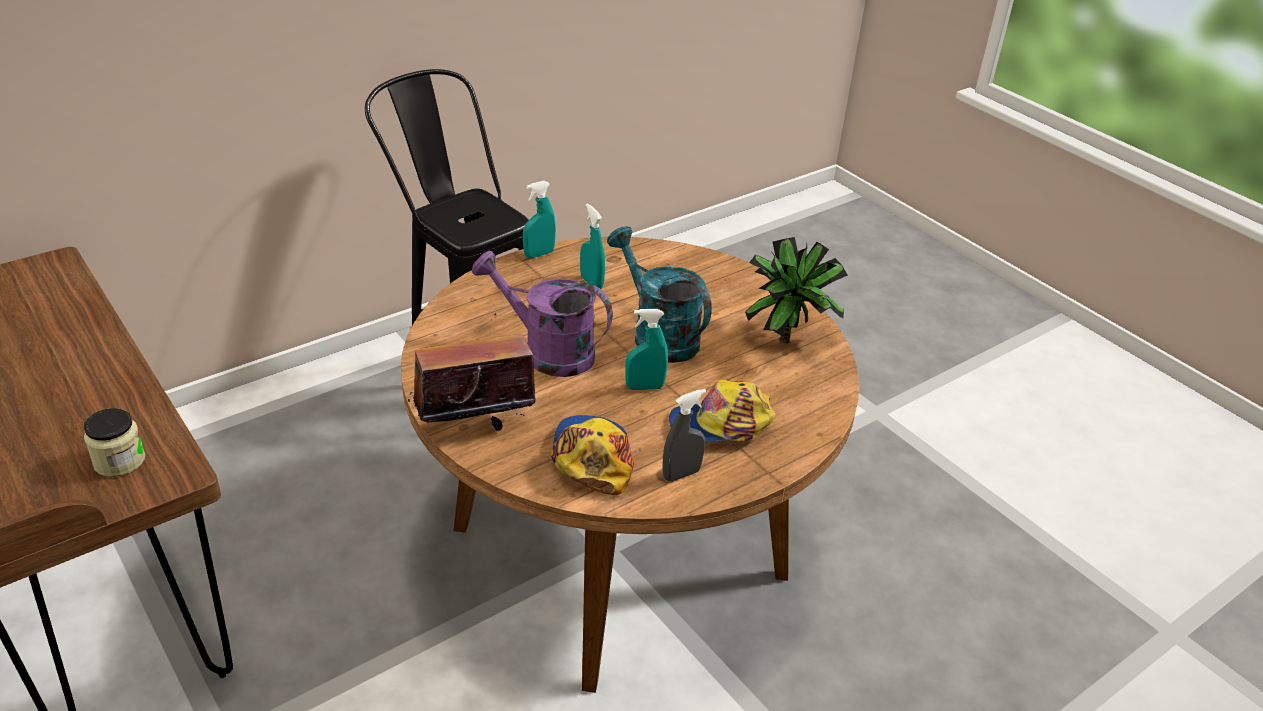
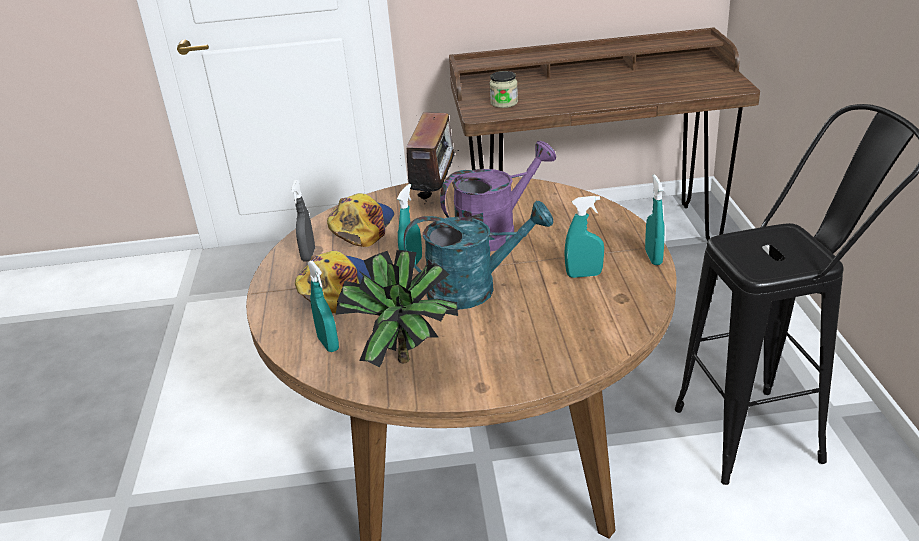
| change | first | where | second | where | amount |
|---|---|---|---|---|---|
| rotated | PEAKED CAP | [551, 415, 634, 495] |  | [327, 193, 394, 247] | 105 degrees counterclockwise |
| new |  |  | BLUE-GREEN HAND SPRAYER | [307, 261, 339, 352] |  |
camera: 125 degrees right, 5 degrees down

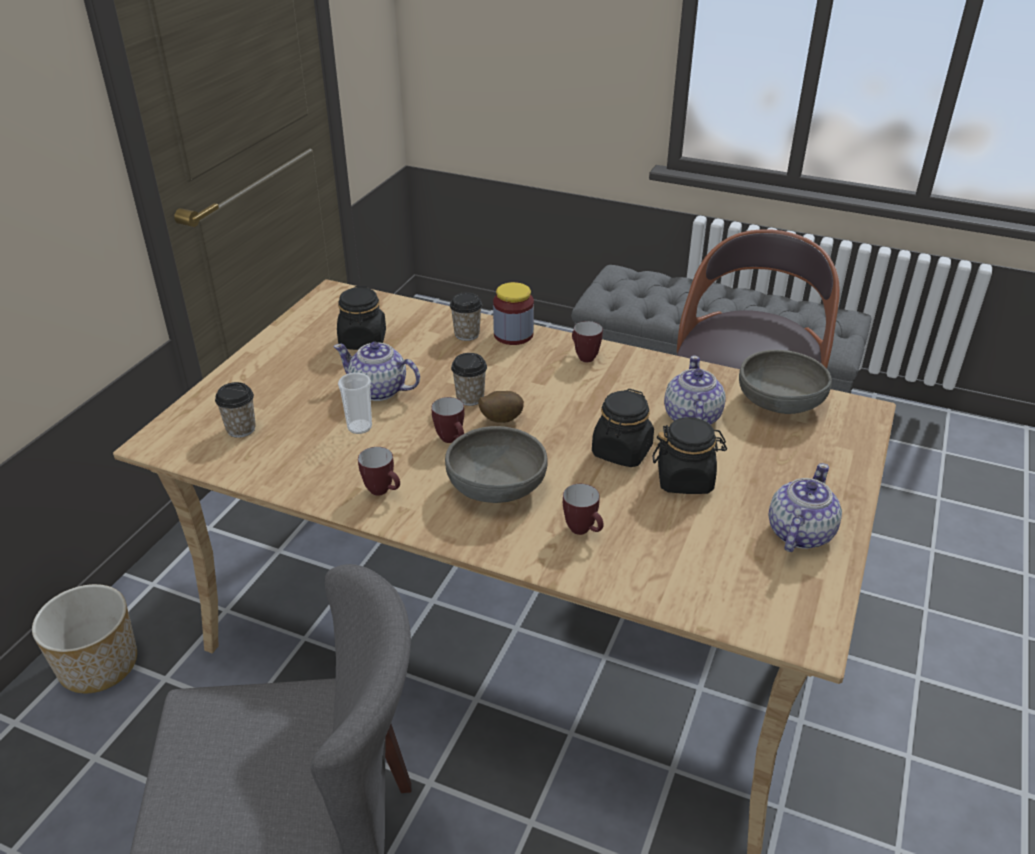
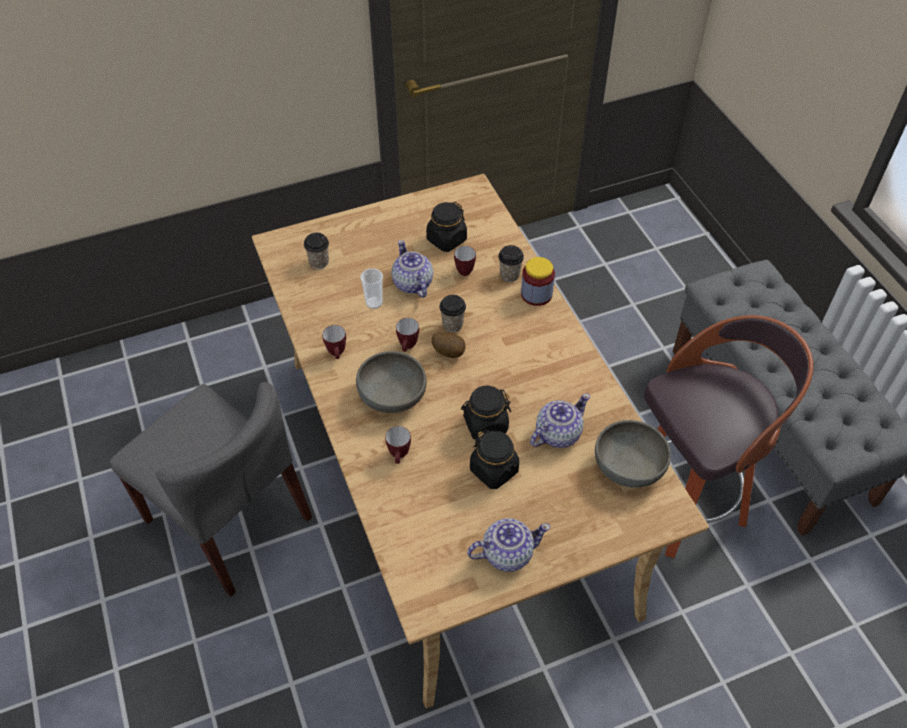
| change | first | where | second | where | amount |
|---|---|---|---|---|---|
| gone | FLOWER POT | [32, 584, 137, 693] |  |  |  |
| shifted | COFFEE MUG | [572, 321, 603, 362] |  | [454, 246, 476, 276] |  |
camera: 45 degrees right, 15 degrees up

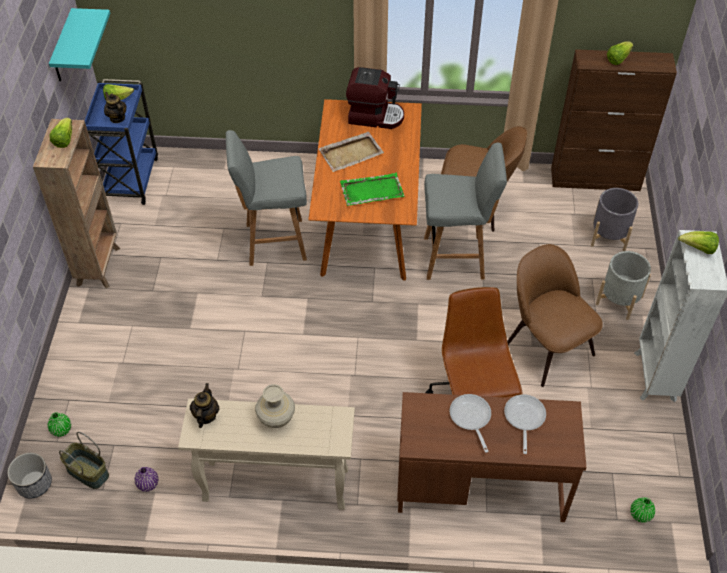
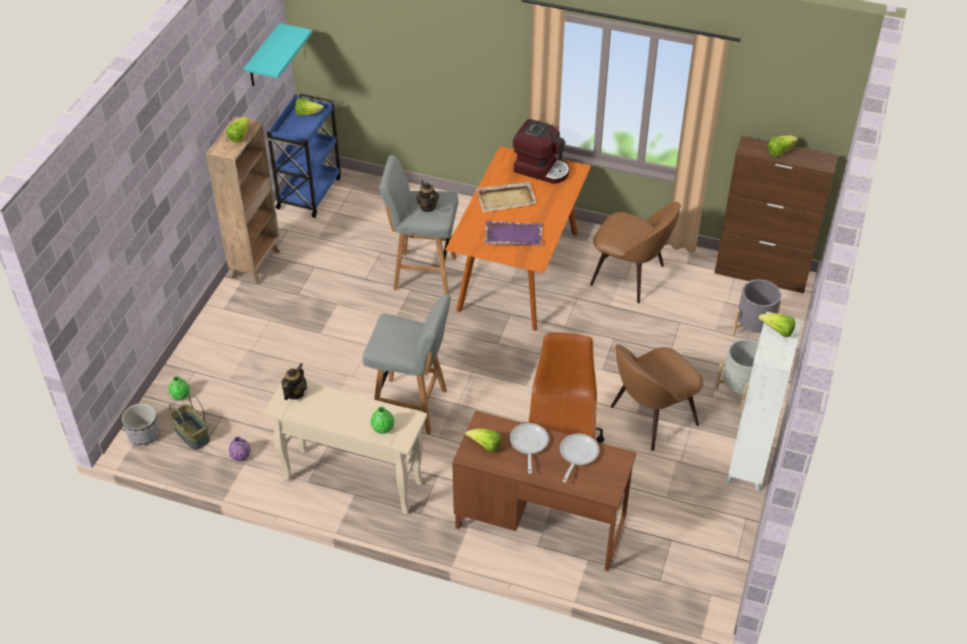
| change | first | where | second | where | amount |
|---|---|---|---|---|---|
| shifted | TEAPOT | [104, 92, 126, 123] |  | [416, 180, 439, 212] |  |
| gone | BEIGE-COLOURED DECORATIVE VASE | [255, 384, 295, 428] |  |  |  |
| repainted | GREENISH TRAY | [340, 172, 405, 206] | PURPLE TRAY | [484, 221, 543, 246] |  |
| shifted | GREYISH STOOL | [424, 143, 507, 280] |  | [363, 294, 451, 435] |  |
| rotated | BROWNISH CHAIR | [507, 244, 603, 387] |  | [610, 344, 704, 451] | 105 degrees counterclockwise |
| shifted | GREENISH DECORATIVE VASE | [630, 497, 655, 523] |  | [371, 406, 394, 434] |  |
| new |  |  | HEAD OF LETTUCE | [465, 429, 501, 452] |  |
camera: 15 degrees right, 5 degrees down

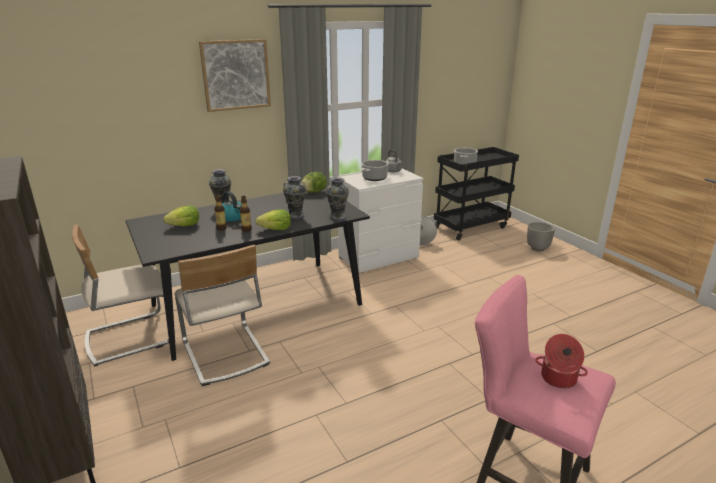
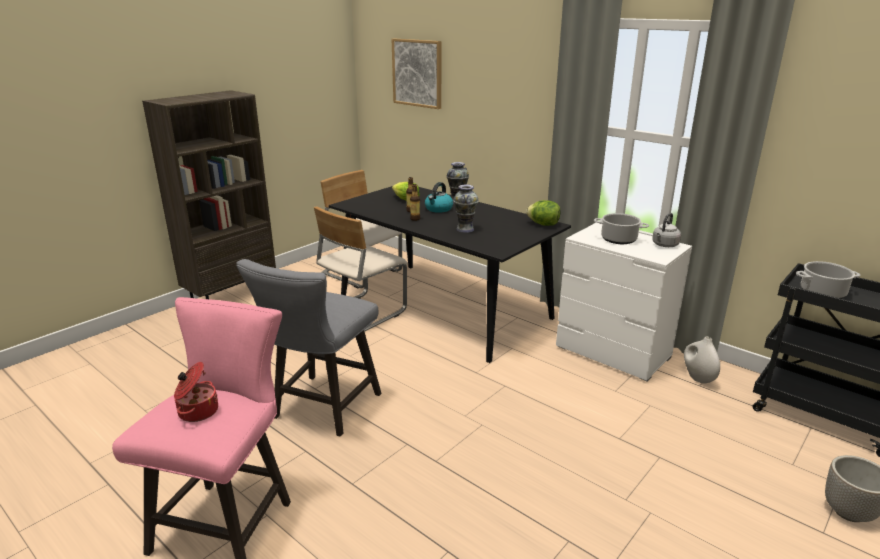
| change | first | where | second | where | amount |
|---|---|---|---|---|---|
| shifted | WALL PICTURE | [199, 39, 271, 112] |  | [392, 38, 441, 109] |  |
| gone | HEAD OF LETTUCE | [255, 209, 291, 230] |  |  |  |
| gone | DECORATIVE VASE | [326, 177, 349, 221] |  |  |  |
| new |  |  | GREYISH STOOL | [236, 259, 381, 437] |  |
camera: 70 degrees right, 0 degrees up

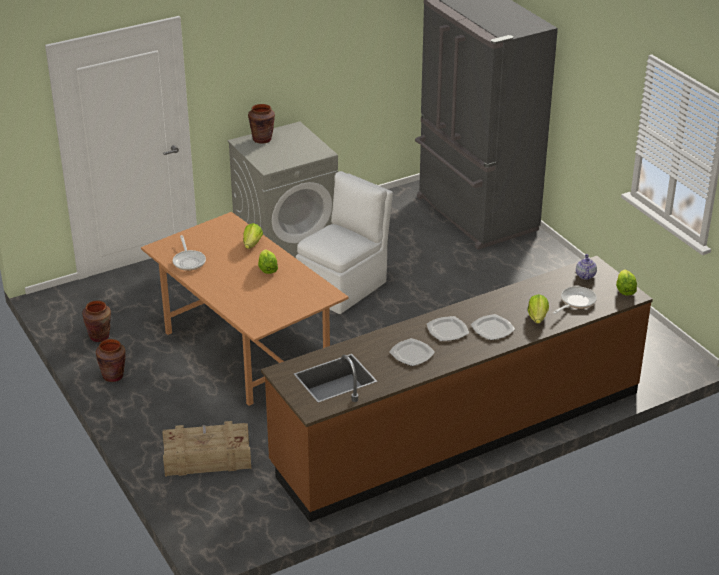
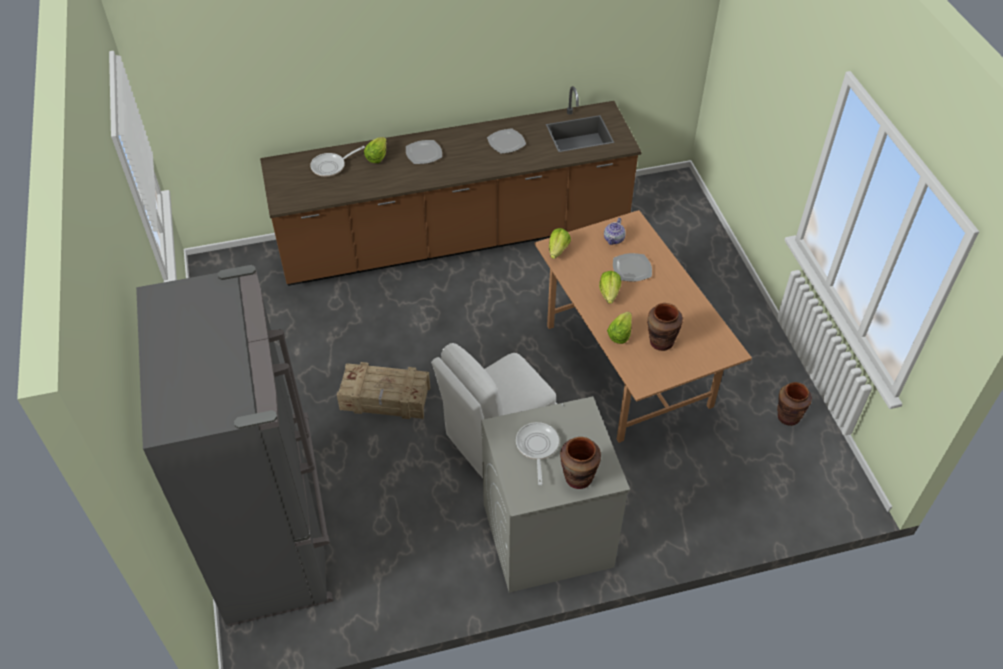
| change | first | where | second | where | amount |
|---|---|---|---|---|---|
| shifted | BROWNISH DECORATIVE VASE | [96, 339, 126, 382] |  | [647, 303, 683, 351] |  |
| shifted | PACKING CRATE | [162, 421, 251, 477] |  | [337, 362, 430, 419] |  |
| shifted | SKILLET | [173, 235, 206, 271] |  | [516, 422, 559, 485] |  |
| shifted | PLATE | [427, 316, 469, 341] |  | [613, 253, 652, 282] |  |
| shifted | TEAPOT | [576, 254, 597, 280] |  | [604, 218, 626, 245] |  |
| shifted | HEAD OF LETTUCE | [616, 269, 637, 296] |  | [549, 228, 571, 259] |  |
camera: 165 degrees left, 15 degrees up

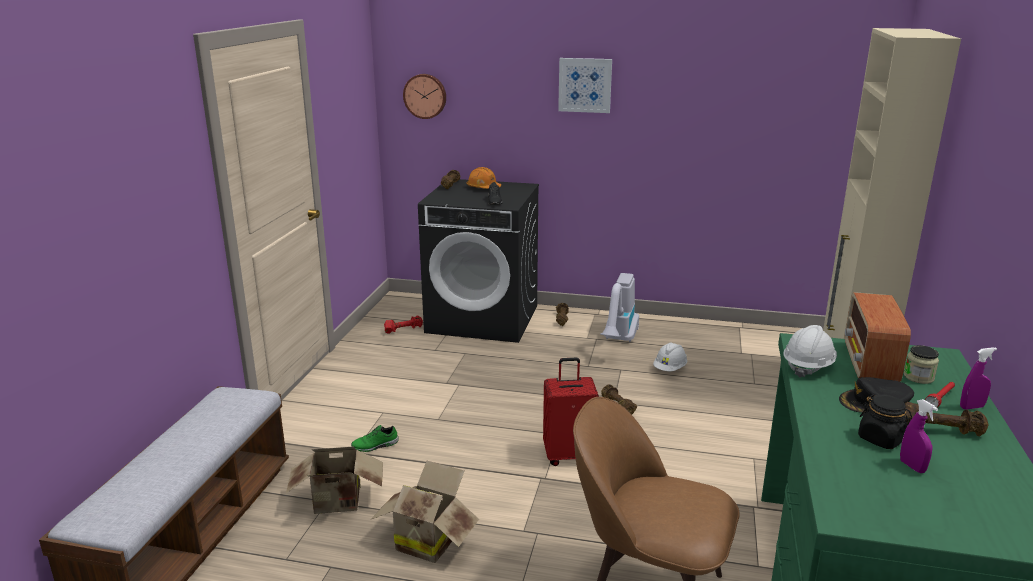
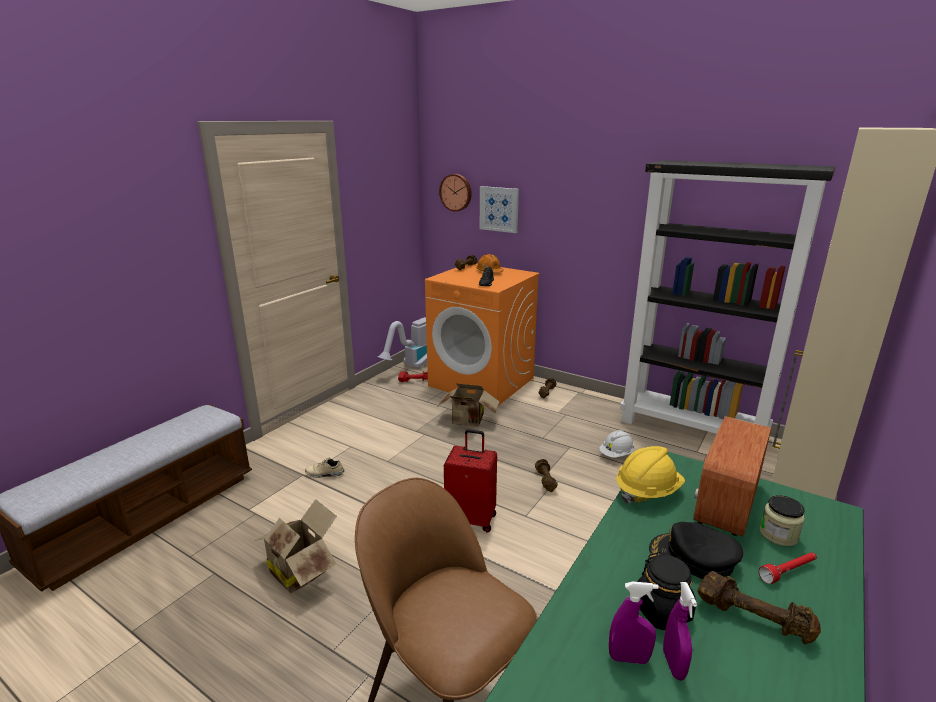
| change | first | where | second | where | amount |
|---|---|---|---|---|---|
| shifted | CARTON | [286, 447, 383, 514] |  | [437, 383, 500, 427] |  |
| repainted | GREENISH SHOE | [351, 425, 399, 452] | BEIGE-COLOURED SHOE | [305, 458, 344, 478] |  |
| repainted | BLACK WASHING MACHINE | [418, 179, 539, 343] | ORANGE-COLOURED WASHING MACHINE | [425, 263, 540, 406] |  |
| shifted | WALL PICTURE | [558, 58, 612, 113] |  | [480, 186, 519, 233] |  |
| shifted | VACUUM | [600, 273, 639, 342] |  | [377, 317, 427, 369] |  |
| repainted | WHITE SAFETY HELMET | [783, 325, 837, 378] | YELLOW-COLOURED SAFETY HELMET | [616, 446, 685, 504] |  |
| shifted | PURPLE HAND SPRAYER | [960, 347, 997, 410] |  | [609, 581, 659, 664] |  |
| new |  |  | BLACK BOOKCASE | [620, 160, 836, 434] |  |
camera: 20 degrees right, 0 degrees up

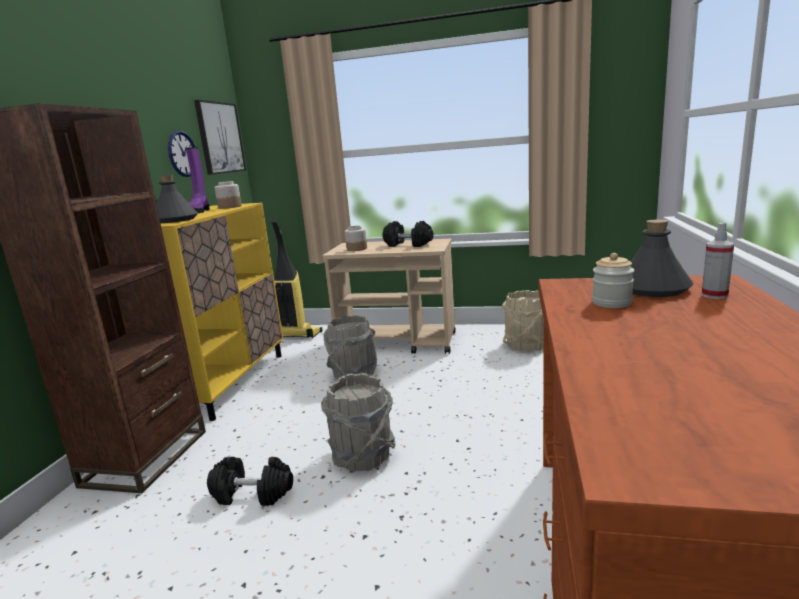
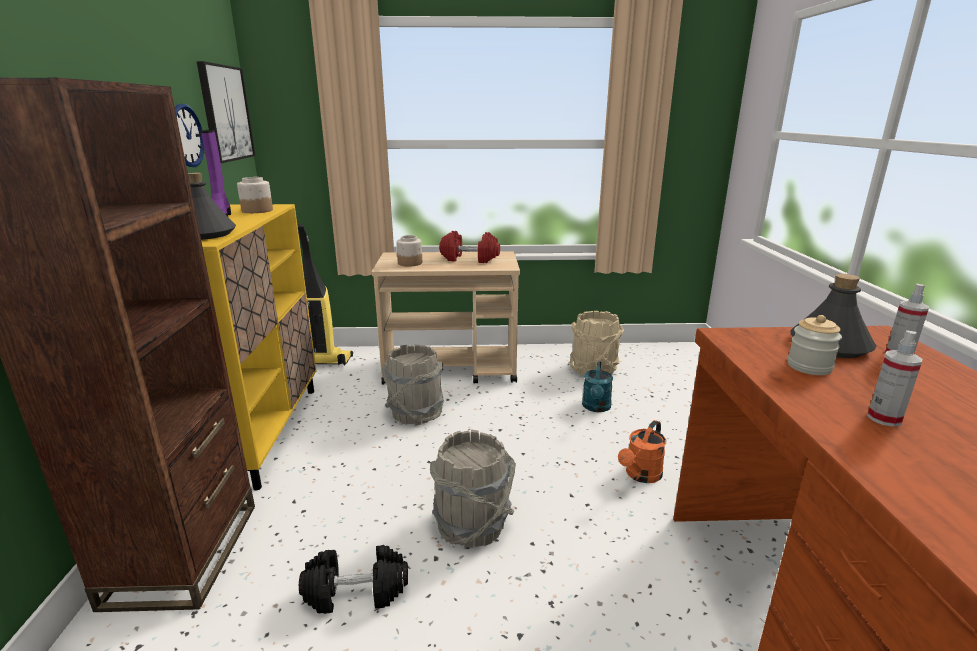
| change | first | where | second | where | amount |
|---|---|---|---|---|---|
| repainted | BLACK DUMBBELL | [383, 221, 434, 247] | REDDISH DUMBBELL | [439, 231, 500, 263] |  |
| new |  |  | BLUE-GREEN WATERING CAN | [582, 362, 613, 412] |  |
| new |  |  | ORANGE-COLOURED WATERING CAN | [618, 420, 666, 483] |  |
| new |  |  | HAND SPRAYER | [867, 330, 922, 427] |  |
camera: 15 degrees left, 5 degrees up

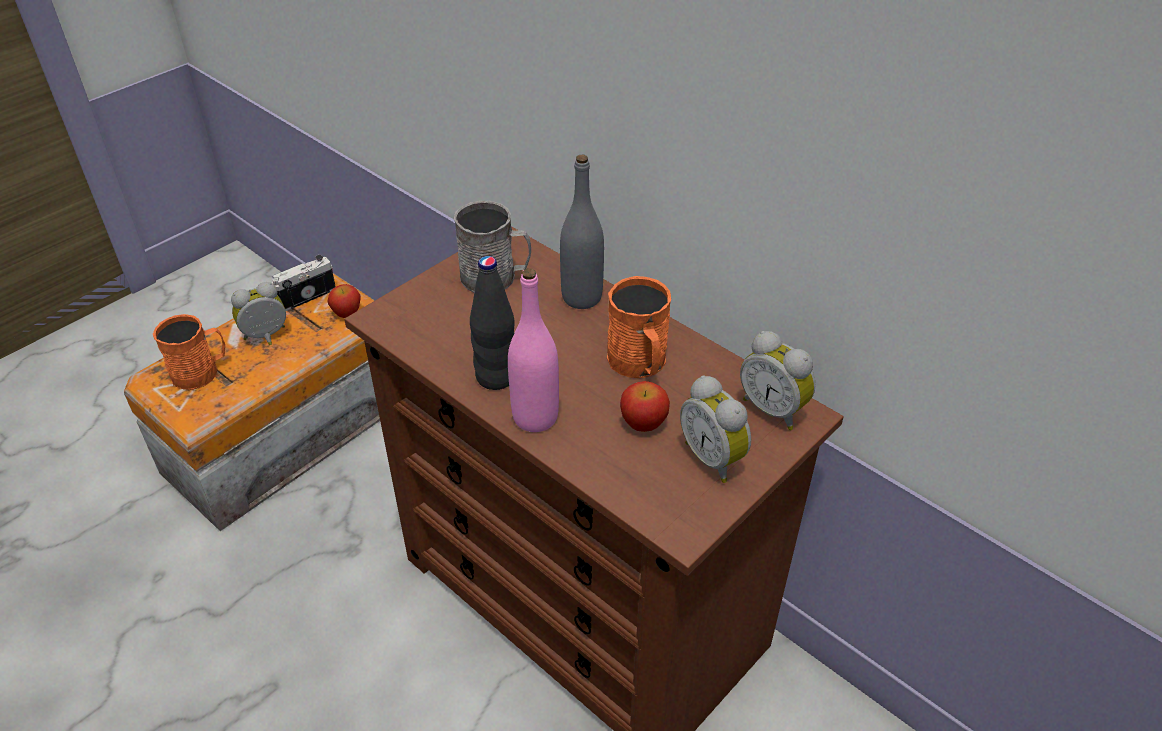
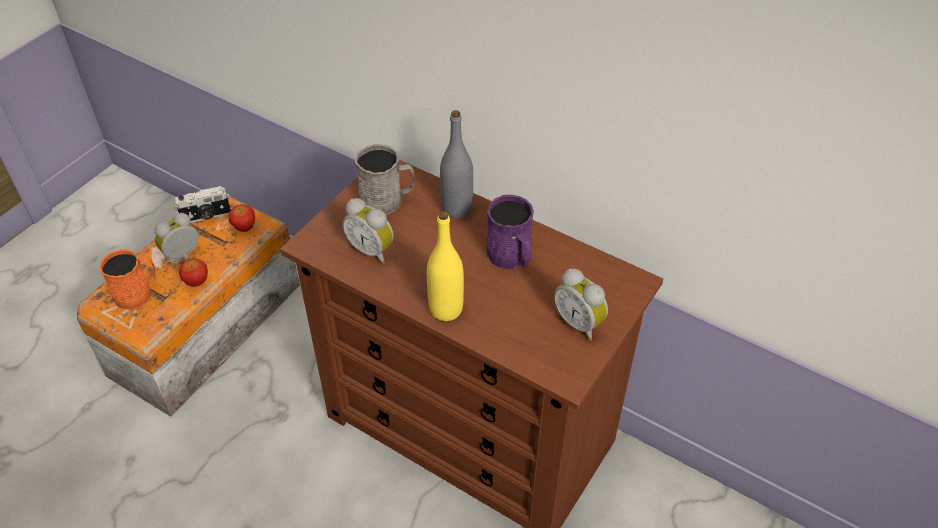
| change | first | where | second | where | amount |
|---|---|---|---|---|---|
| rotated | PHOTO CAMERA | [272, 255, 336, 311] |  | [175, 186, 231, 222] | 150 degrees counterclockwise |
| gone | BLACK DRINK BOTTLE | [470, 256, 514, 390] |  |  |  |
| repainted | PINK DRINK BOTTLE | [508, 268, 559, 432] | YELLOW-COLOURED DRINK BOTTLE | [427, 211, 464, 321] |  |
| repainted | ORANGE-COLOURED COFFEE MUG | [607, 276, 671, 378] | PURPLE COFFEE MUG | [487, 195, 534, 269] |  |
| shifted | APPLE FRUIT | [620, 381, 670, 432] |  | [179, 259, 208, 287] |  |
| shifted | BEDSIDE CLOCK | [740, 331, 815, 430] |  | [343, 198, 394, 264] |  |
camera: 10 degrees left, 5 degrees up

